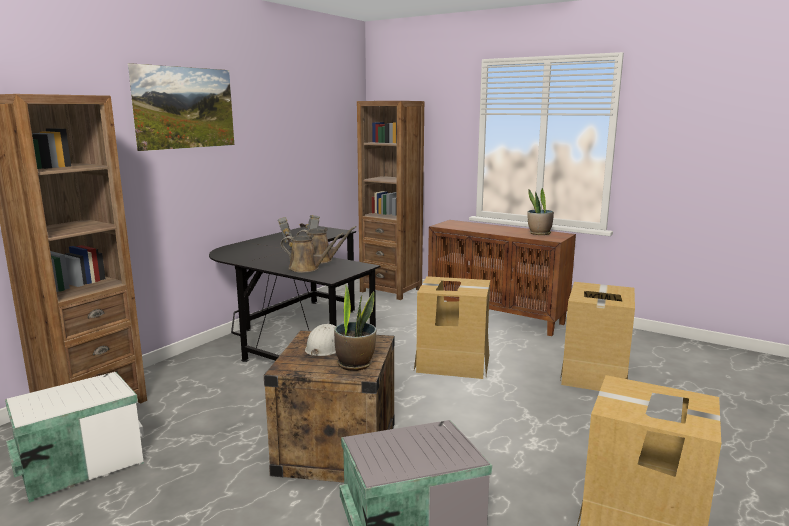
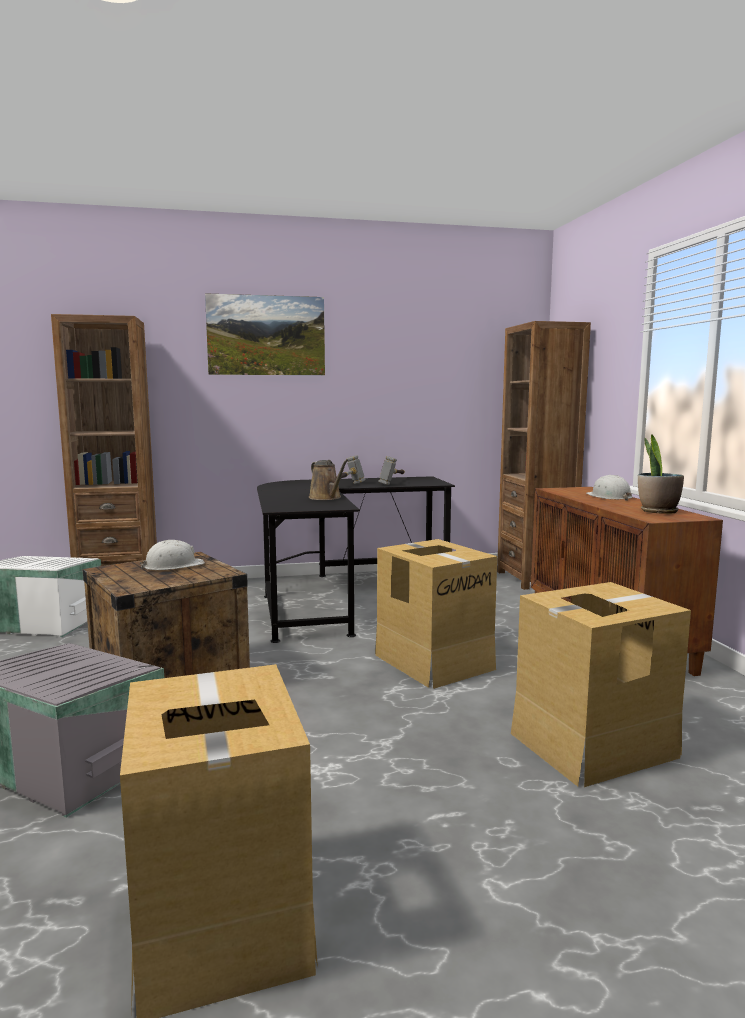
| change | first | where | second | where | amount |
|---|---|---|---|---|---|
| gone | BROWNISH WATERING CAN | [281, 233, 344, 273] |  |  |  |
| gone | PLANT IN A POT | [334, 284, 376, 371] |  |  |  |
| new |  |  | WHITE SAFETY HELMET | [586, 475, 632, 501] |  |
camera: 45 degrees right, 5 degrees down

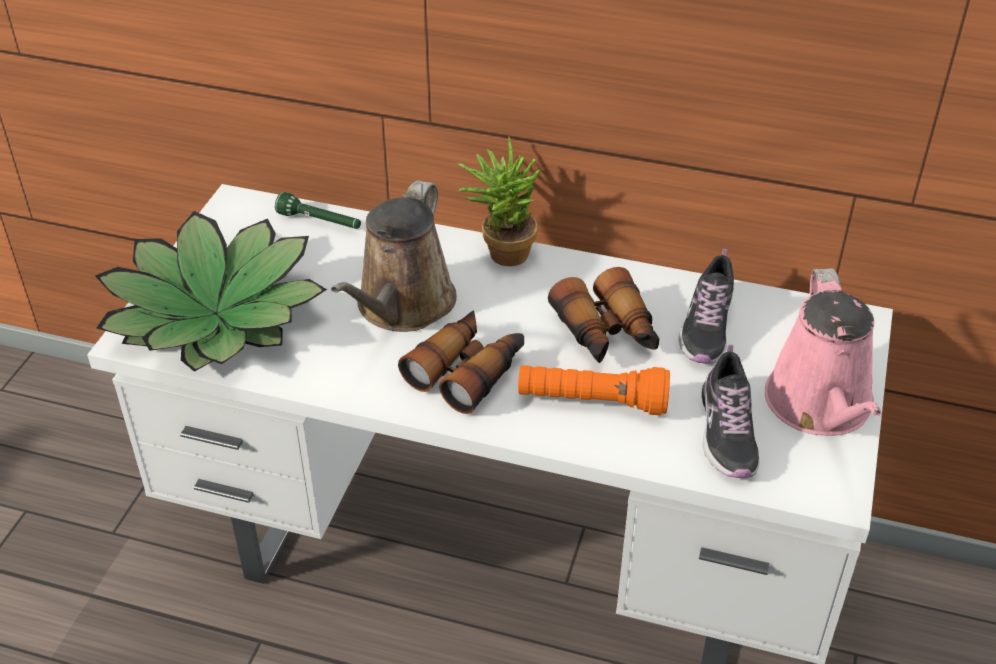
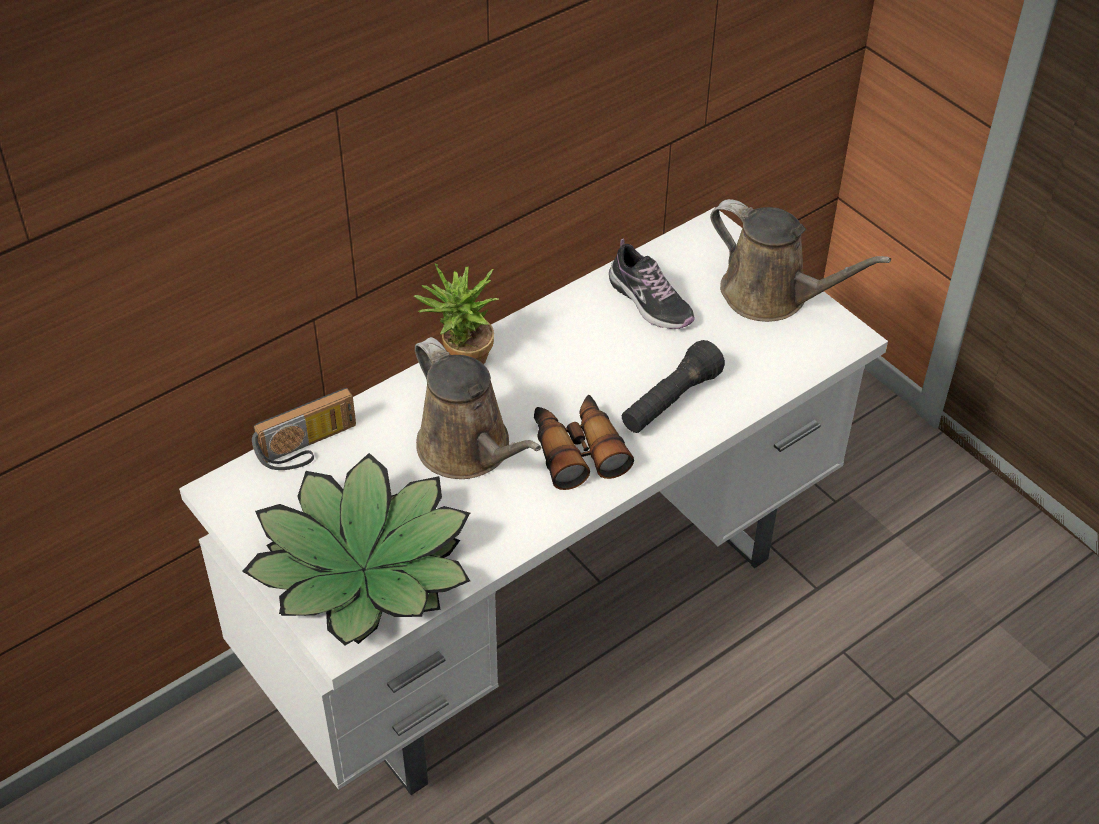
| change | first | where | second | where | amount |
|---|---|---|---|---|---|
| swapped | GREENISH HAND TORCH | [275, 192, 361, 229] | RADIO SET | [252, 388, 356, 470] |  |
| repainted | ORANGE-COLOURED HAND TORCH | [518, 365, 670, 415] | BLACK HAND TORCH | [622, 340, 725, 433] |  |
| gone | FIELD GLASSES | [548, 267, 659, 363] |  |  |  |
| gone | SHOE | [702, 345, 760, 478] |  |  |  |
| repainted | PINK WATERING CAN | [765, 268, 882, 436] | BROWNISH WATERING CAN | [710, 199, 891, 322] |  |
camera: 55 degrees left, 5 degrees up

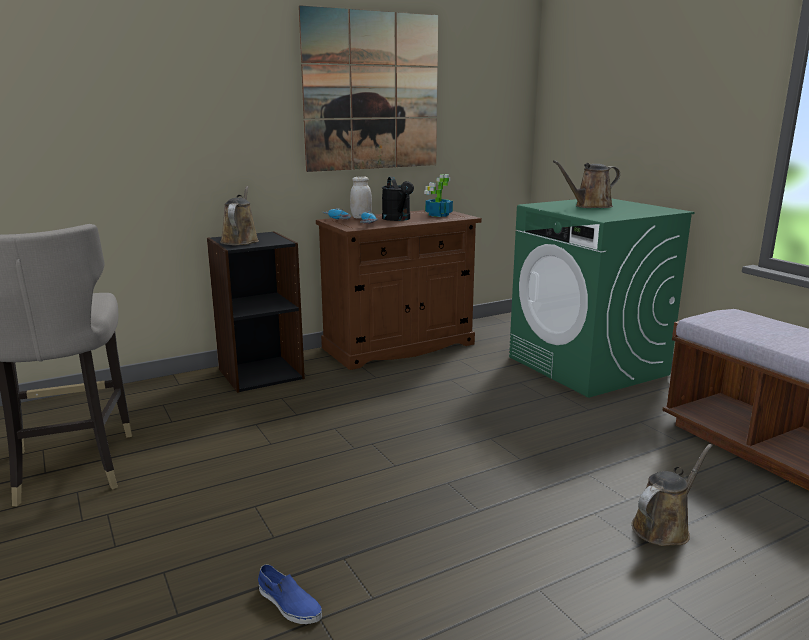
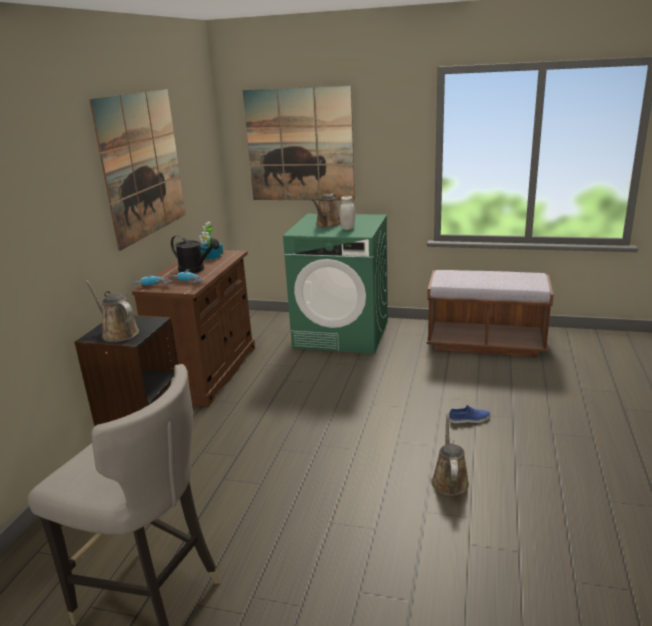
| change | first | where | second | where | amount |
|---|---|---|---|---|---|
| shifted | BLUISH SHOE | [258, 564, 322, 624] |  | [449, 405, 490, 423] |  |
| shifted | WHITE JAR | [350, 177, 372, 218] |  | [340, 196, 355, 230] |  |
| shifted | BROWNISH WATERING CAN | [631, 444, 713, 546] |  | [431, 413, 469, 496] |  |
| new |  |  | WALL PICTURE | [243, 86, 355, 201] |  |
camera: 45 degrees left, 5 degrees up

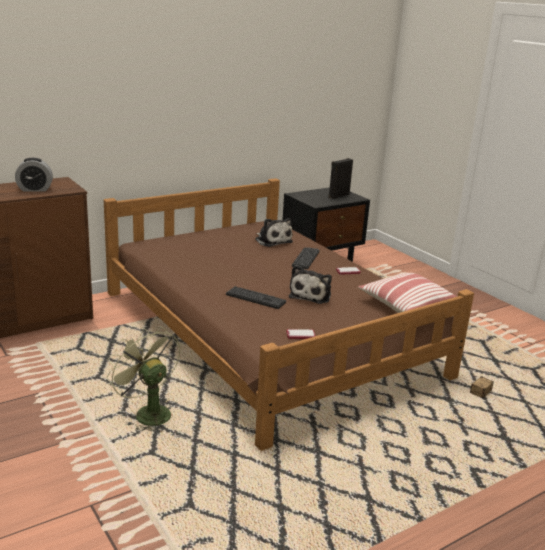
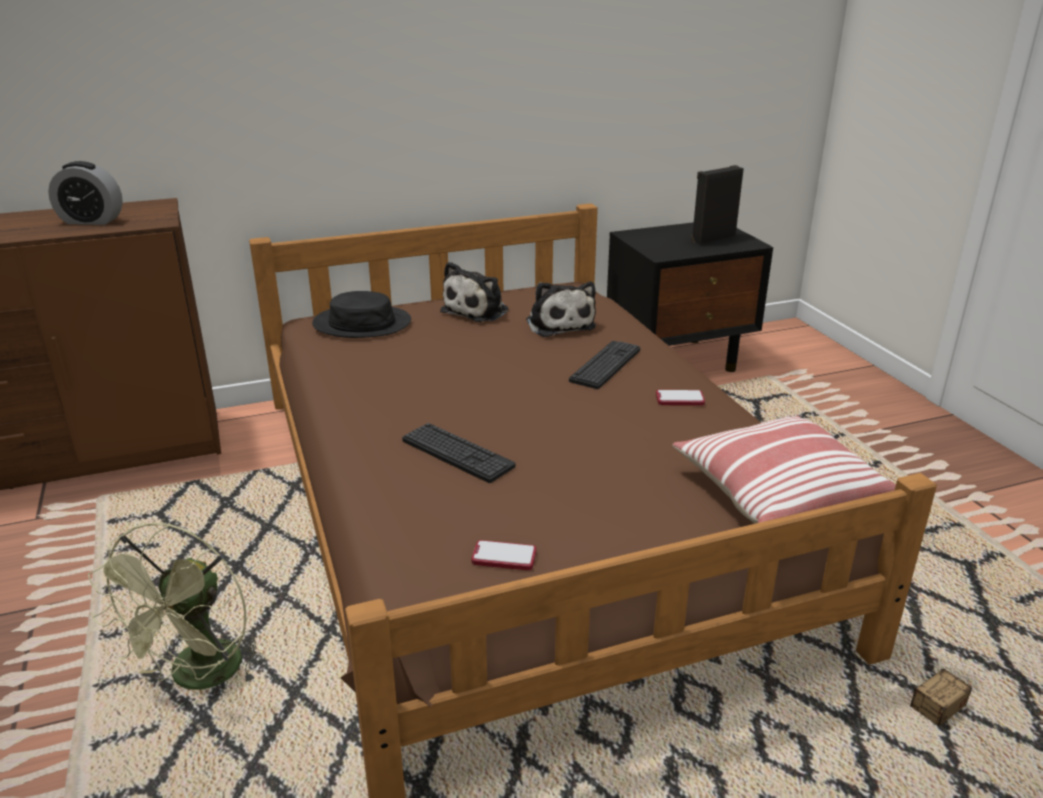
| change | first | where | second | where | amount |
|---|---|---|---|---|---|
| rotated | GREENISH ELECTRIC FAN | [107, 326, 180, 433] |  | [88, 523, 265, 690] | 135 degrees counterclockwise |
| shifted | SOFT TOY | [289, 265, 332, 304] |  | [440, 262, 509, 322] |  |
| new |  |  | BLACK WEARABLE HAT | [312, 291, 411, 338] |  |
camera: 15 degrees right, 5 degrees up

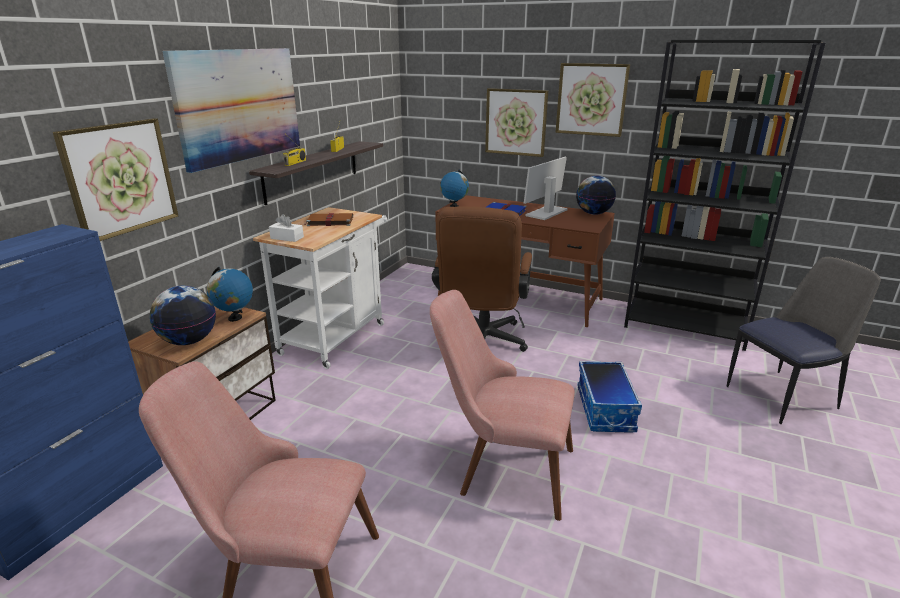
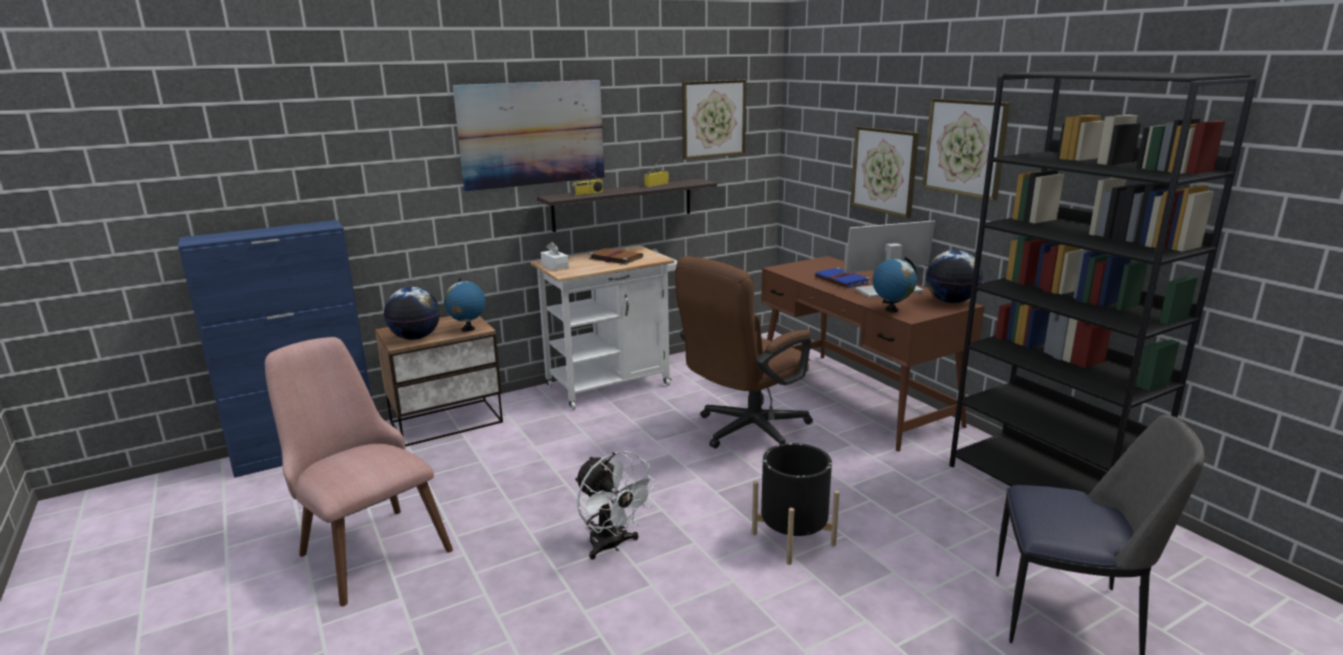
| change | first | where | second | where | amount |
|---|---|---|---|---|---|
| shifted | WALL PICTURE | [53, 118, 178, 241] |  | [682, 80, 746, 160] |  |
| swapped | PINK CHAIR | [430, 290, 575, 521] | WHITE ELECTRIC FAN | [575, 451, 658, 560] |  |
| shifted | GLOBE | [440, 170, 469, 207] |  | [873, 257, 917, 312] |  |
| swapped | STORAGE CONTAINER | [578, 361, 642, 433] | BLACK FLOWER POT | [752, 443, 840, 565] |  |
camera: 35 degrees right, 5 degrees down

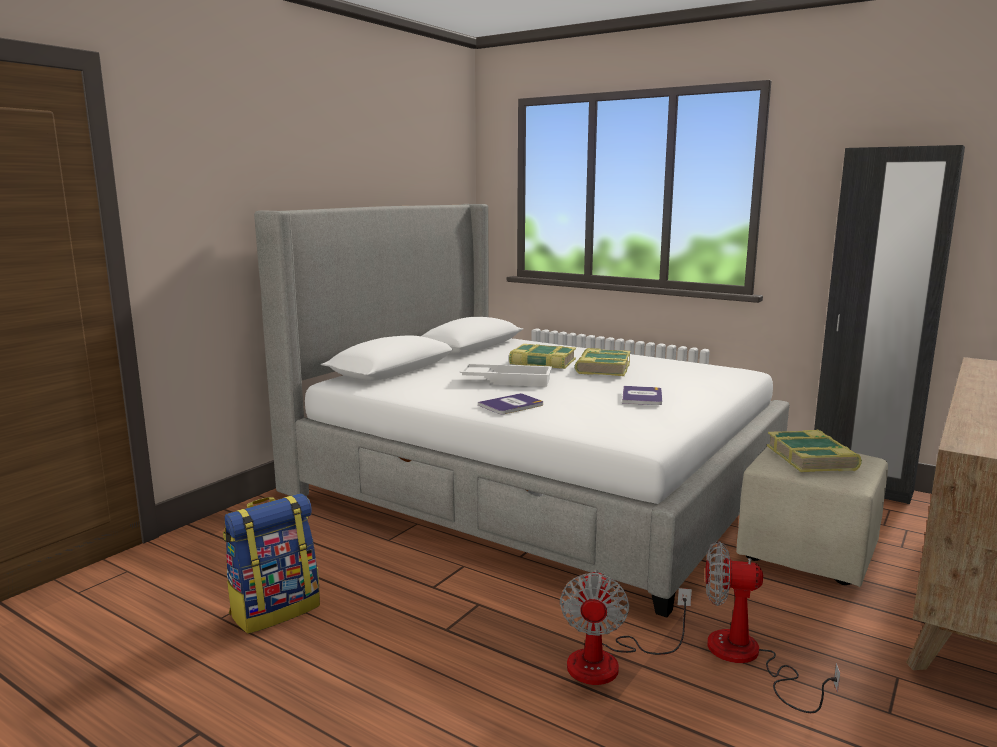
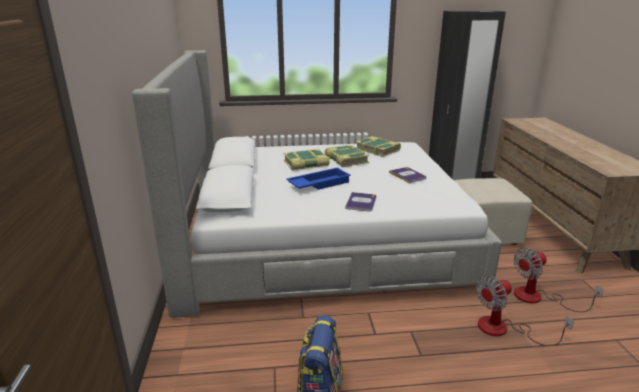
| change | first | where | second | where | amount |
|---|---|---|---|---|---|
| repainted | WHITE TRAY | [460, 363, 552, 387] | BLUISH TRAY | [286, 168, 351, 190] |  |
| rotated | ELECTRIC FAN | [560, 570, 692, 685] |  | [476, 275, 574, 346] | 90 degrees clockwise |
| shifted | BOUND BOOK | [767, 429, 862, 472] |  | [356, 136, 401, 157] |  |
camera: 40 degrees left, 10 degrees up

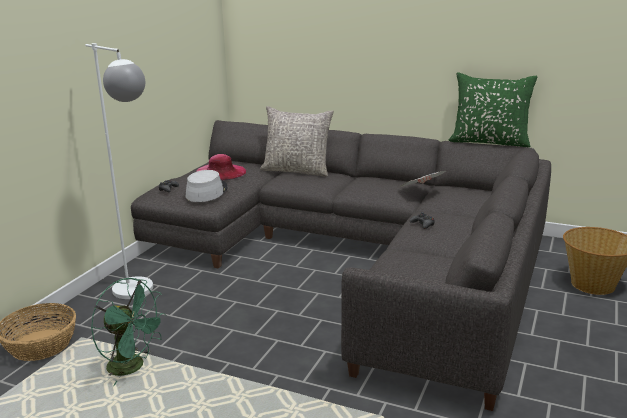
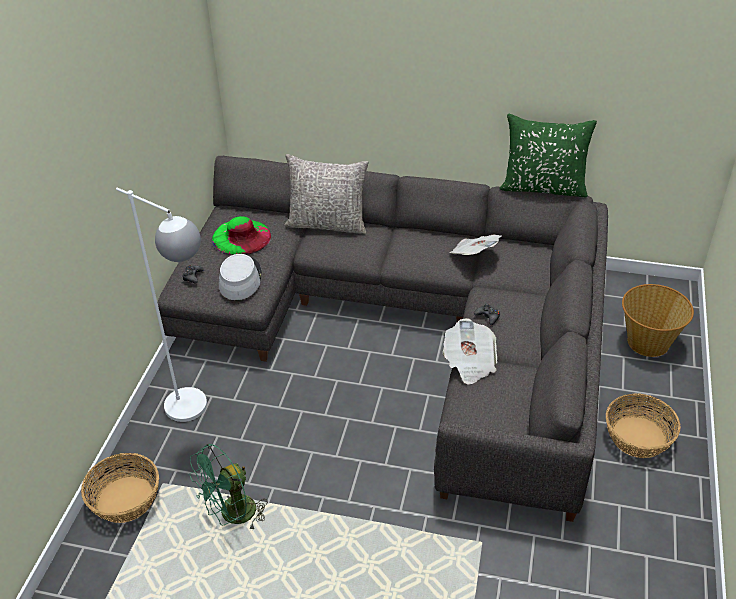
| change | first | where | second | where | amount |
|---|---|---|---|---|---|
| rotated | GREENISH ELECTRIC FAN | [91, 278, 167, 386] |  | [189, 444, 268, 531] | 120 degrees clockwise |
| repainted | PINK WEARABLE HAT | [196, 154, 246, 180] | GREENISH WEARABLE HAT | [212, 216, 271, 255] |  |
| new |  |  | DAILY PAPER | [442, 318, 497, 385] |  |
| new |  |  | BASKET | [606, 393, 681, 458] |  |
camera: 10 degrees left, 20 degrees up

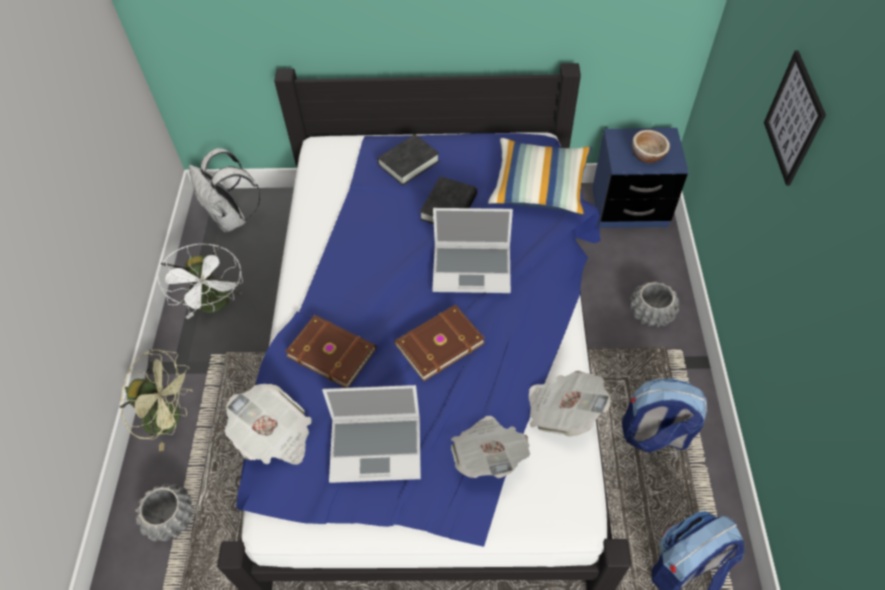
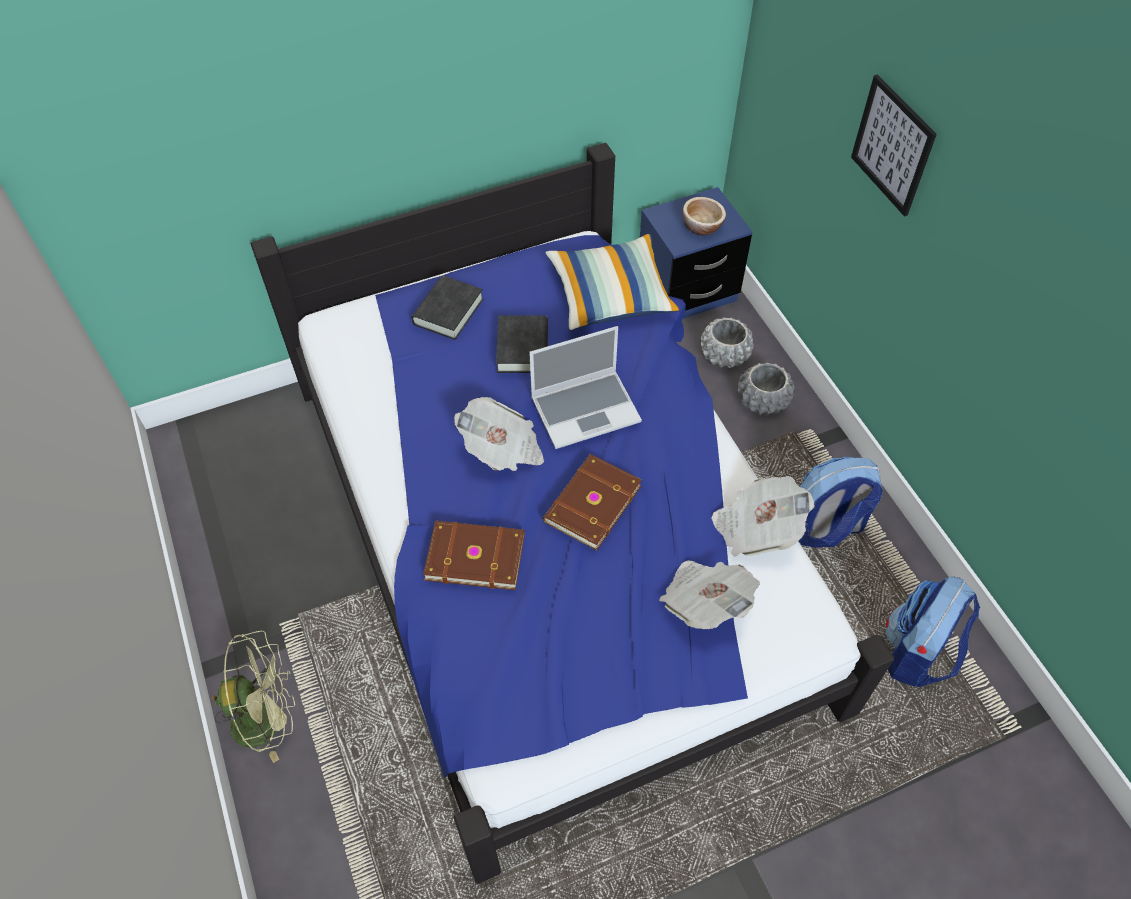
| change | first | where | second | where | amount |
|---|---|---|---|---|---|
| shifted | GREYISH FLOWER POT | [135, 484, 194, 542] |  | [701, 317, 754, 368] |  |
| gone | WHITE ELECTRIC FAN | [157, 243, 243, 319] |  |  |  |
| gone | WHITE RUCKSACK | [189, 148, 260, 233] |  |  |  |
| shifted | DAILY PAPER | [225, 384, 312, 465] |  | [454, 397, 544, 471] |  |
| gone | NOTEBOOK COMPUTER | [322, 385, 421, 483] |  |  |  |
camera: 25 degrees left, 0 degrees up

